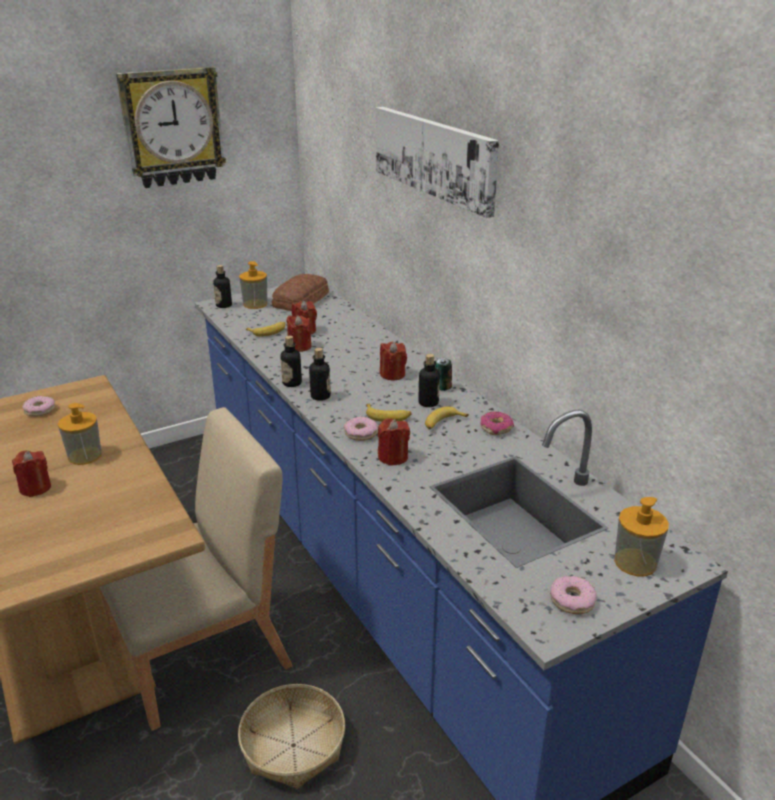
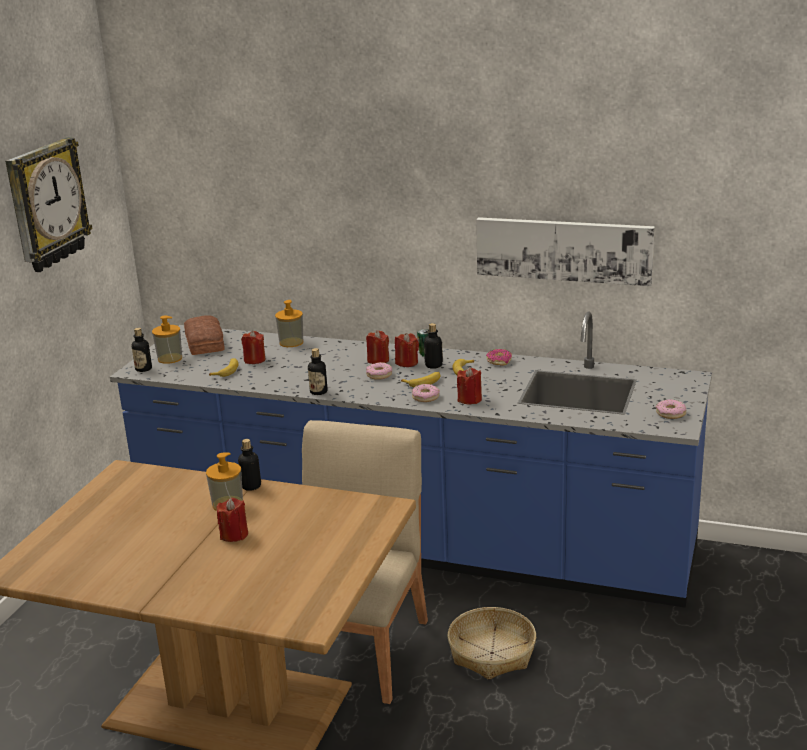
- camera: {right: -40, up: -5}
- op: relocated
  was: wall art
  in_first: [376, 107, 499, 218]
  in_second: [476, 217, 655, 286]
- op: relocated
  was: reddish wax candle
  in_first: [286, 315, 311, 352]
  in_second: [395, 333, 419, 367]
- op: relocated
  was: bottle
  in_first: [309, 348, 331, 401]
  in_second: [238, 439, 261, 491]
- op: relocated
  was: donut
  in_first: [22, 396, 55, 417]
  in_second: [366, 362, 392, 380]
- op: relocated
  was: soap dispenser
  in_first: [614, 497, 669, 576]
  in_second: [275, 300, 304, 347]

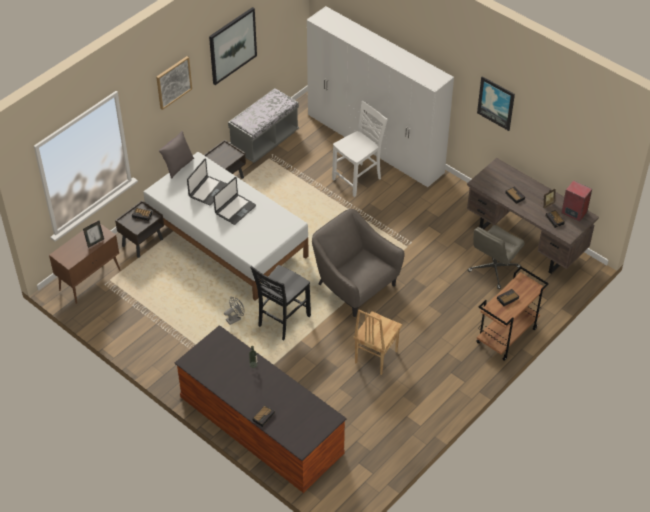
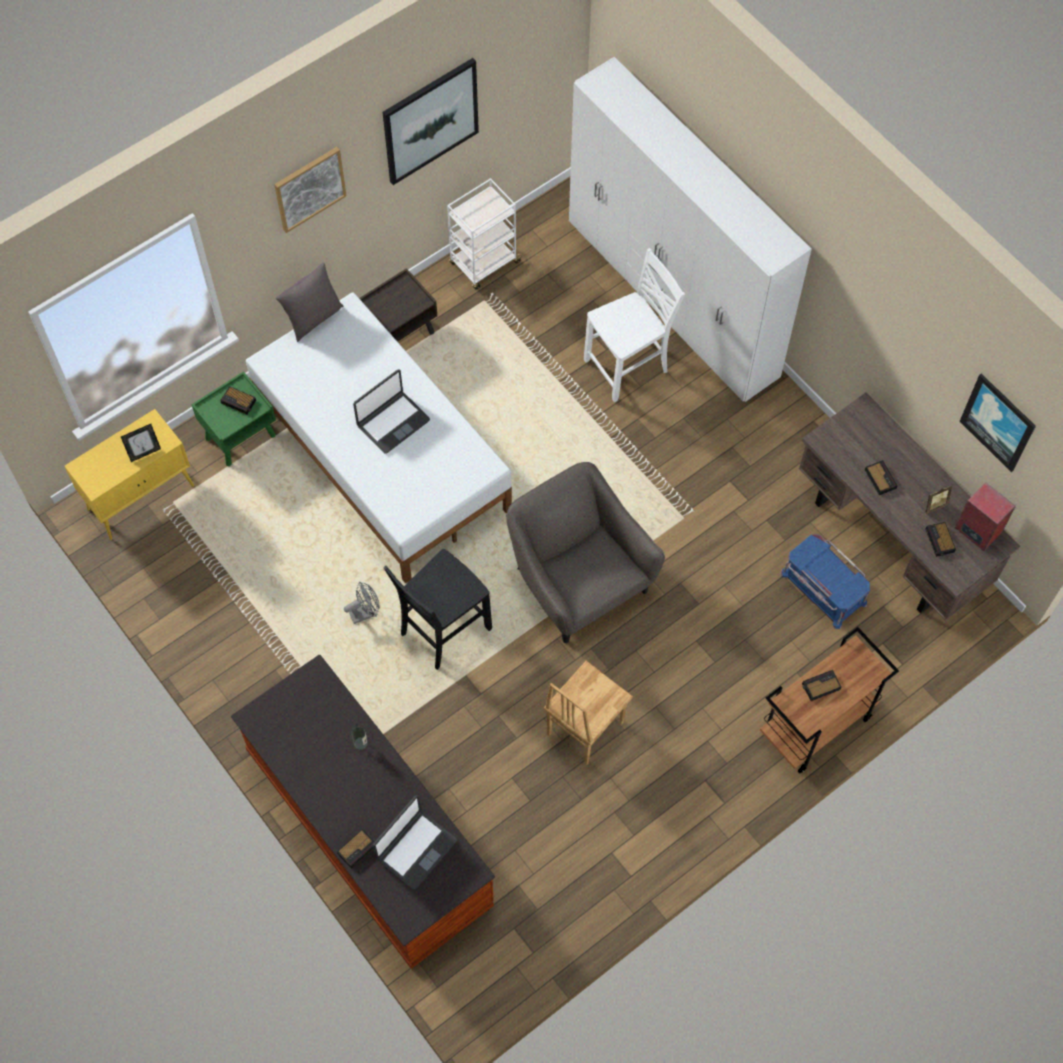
- camera: {right: 10, up: 15}
- op: relocated
  was: wall art
  in_first: [477, 76, 515, 131]
  in_second: [960, 374, 1036, 472]
- op: exchanged
  was: gray bench
  now: white wheeled cart
  in_first: [228, 88, 299, 163]
  in_second: [447, 178, 522, 289]
- op: relocated
  was: notebook computer
  in_first: [187, 159, 227, 205]
  in_second: [373, 795, 457, 890]
- op: colour
  was: brown-coloured nightstand
  now: green-coloured nightstand
  in_first: [115, 201, 164, 258]
  in_second: [191, 371, 276, 466]
- op: colour
  was: brown-coloured cabinet
  now: yellow cabinet
  in_first: [49, 221, 120, 304]
  in_second: [65, 409, 194, 540]
- op: exchanged
  was: gray computer chair
  now: blue-coloured storage container
  in_first: [468, 225, 525, 289]
  in_second: [780, 534, 870, 629]

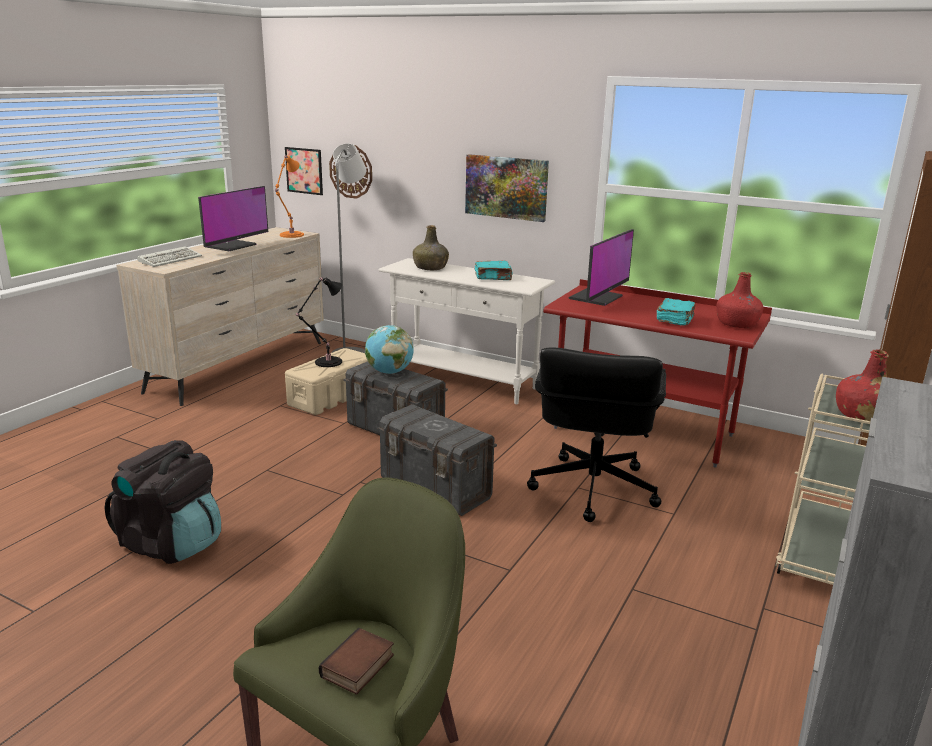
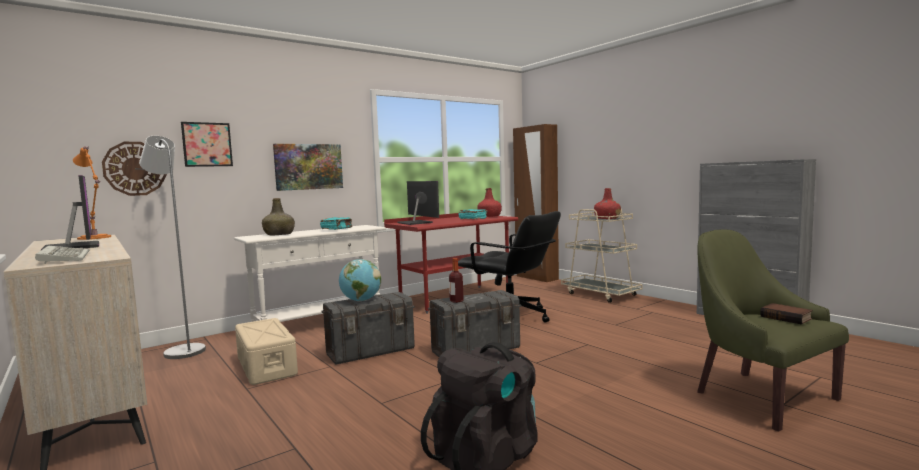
- camera: {right: -65, up: -15}
- op: relocated
  was: wall art
  in_first: [285, 147, 323, 195]
  in_second: [181, 122, 233, 167]
- op: missing
  was: blackish tabletop lamp
  in_first: [296, 277, 342, 367]
- op: appeared
  now: bottle
  in_second: [449, 258, 464, 303]

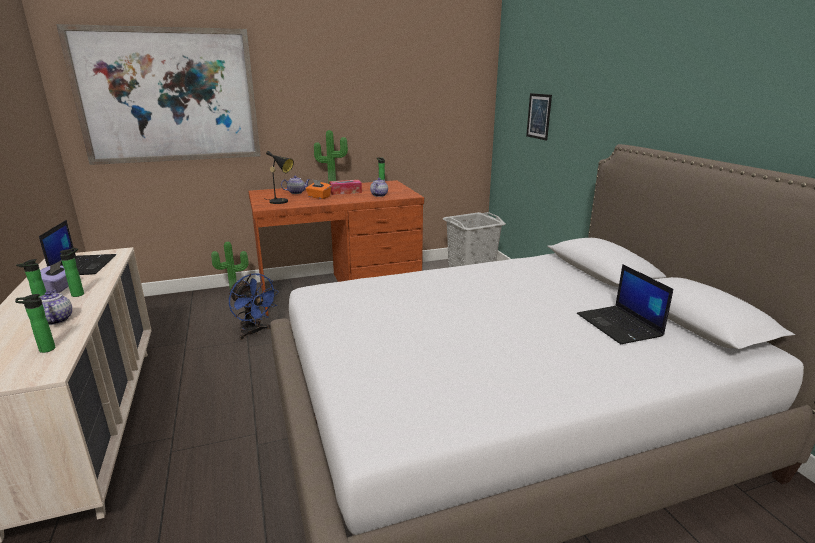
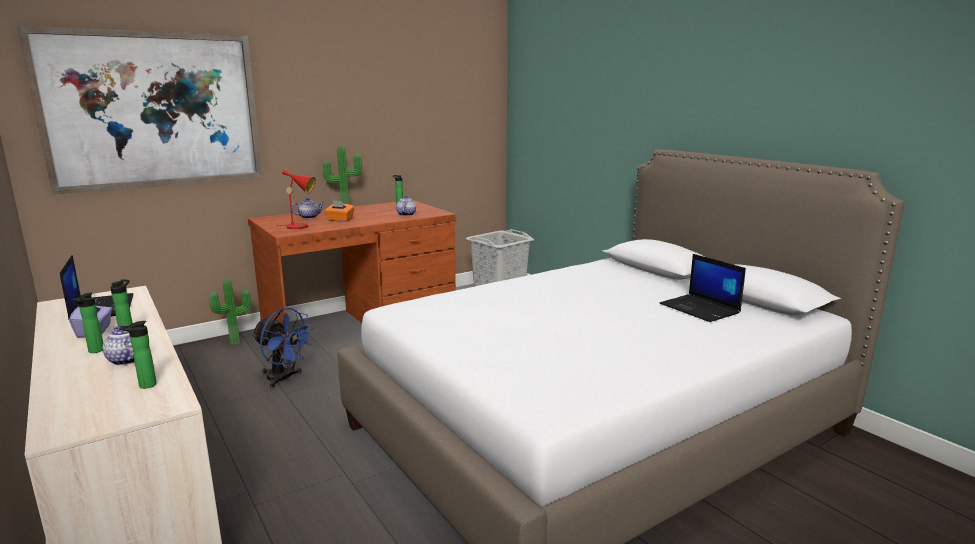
- camera: {right: -15, up: -5}
- op: missing
  was: wall art
  in_first: [526, 93, 552, 141]
- op: colour
  was: blackish tabletop lamp
  now: reddish tabletop lamp
  in_first: [266, 151, 294, 204]
  in_second: [282, 170, 316, 229]
- op: missing
  was: box of tissues
  in_first: [329, 180, 362, 195]

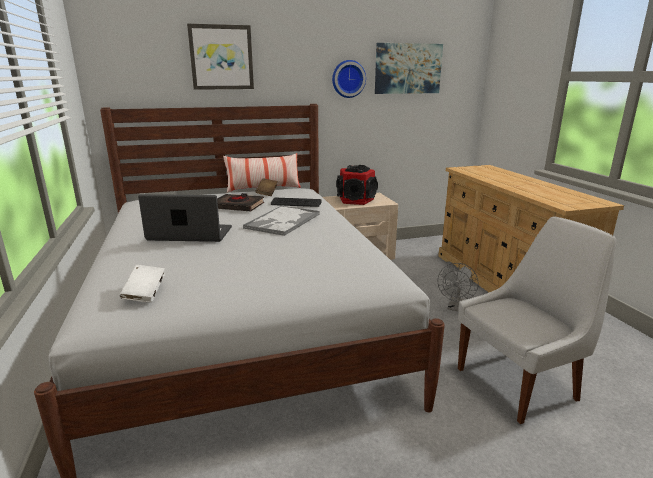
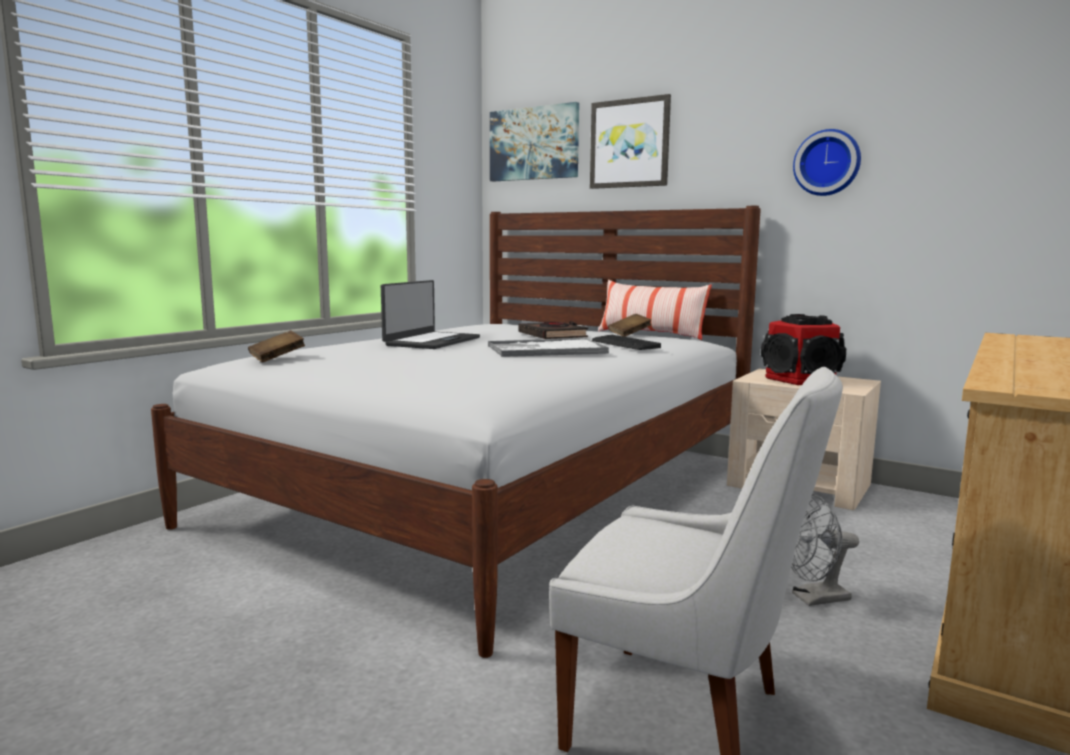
- camera: {right: 50, up: -10}
- op: relocated
  was: wall art
  in_first: [375, 43, 443, 94]
  in_second: [490, 102, 579, 182]
- op: spun
  was: notebook computer
  in_first: [138, 194, 232, 242]
  in_second: [381, 280, 480, 349]
  clockwise: 60
- op: colour
  was: white volume
  now: brown-coloured volume
  in_first: [119, 265, 165, 302]
  in_second: [248, 331, 305, 362]

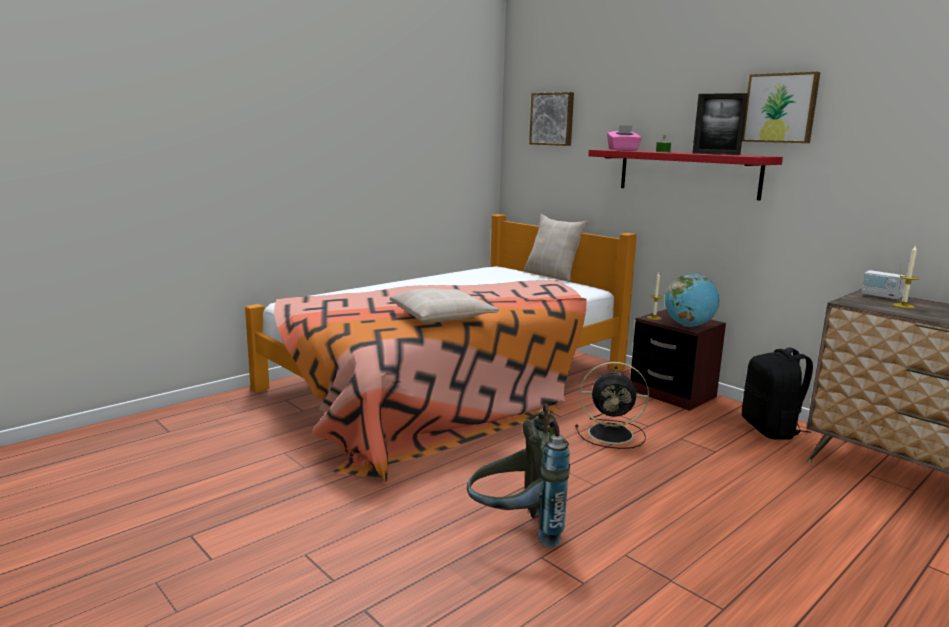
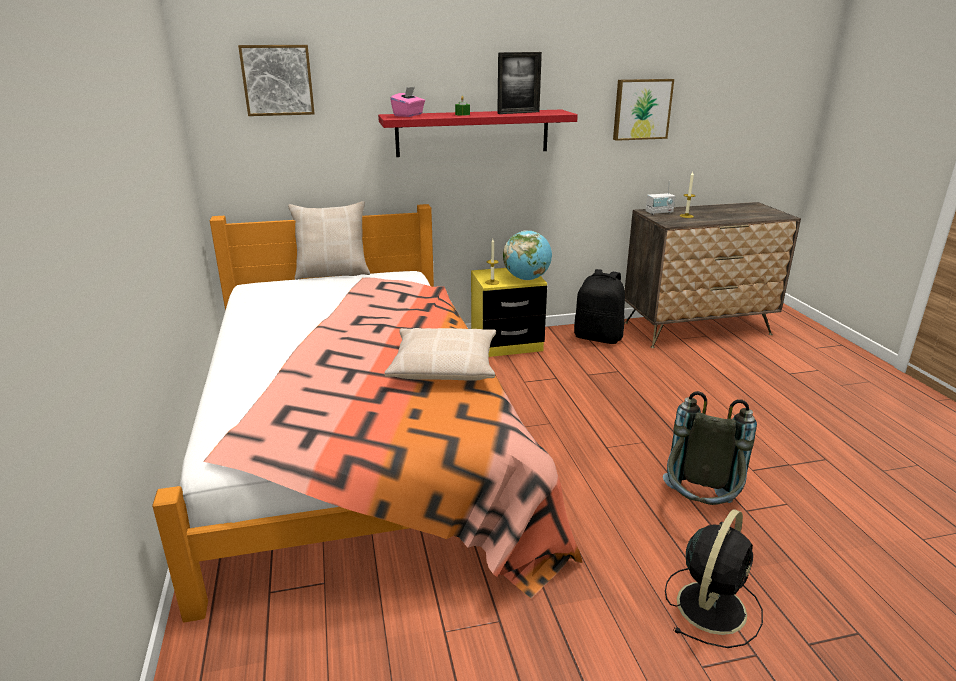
- camera: {right: -60, up: 10}
- op: relocated
  was: wall art
  in_first: [742, 72, 820, 143]
  in_second: [613, 79, 674, 141]
- op: colour
  was: brown-coloured nightstand
  now: yellow nightstand
  in_first: [630, 309, 726, 411]
  in_second: [471, 268, 547, 357]
- op: relocated
  was: blackish fan
  in_first: [575, 362, 649, 449]
  in_second: [665, 509, 763, 648]

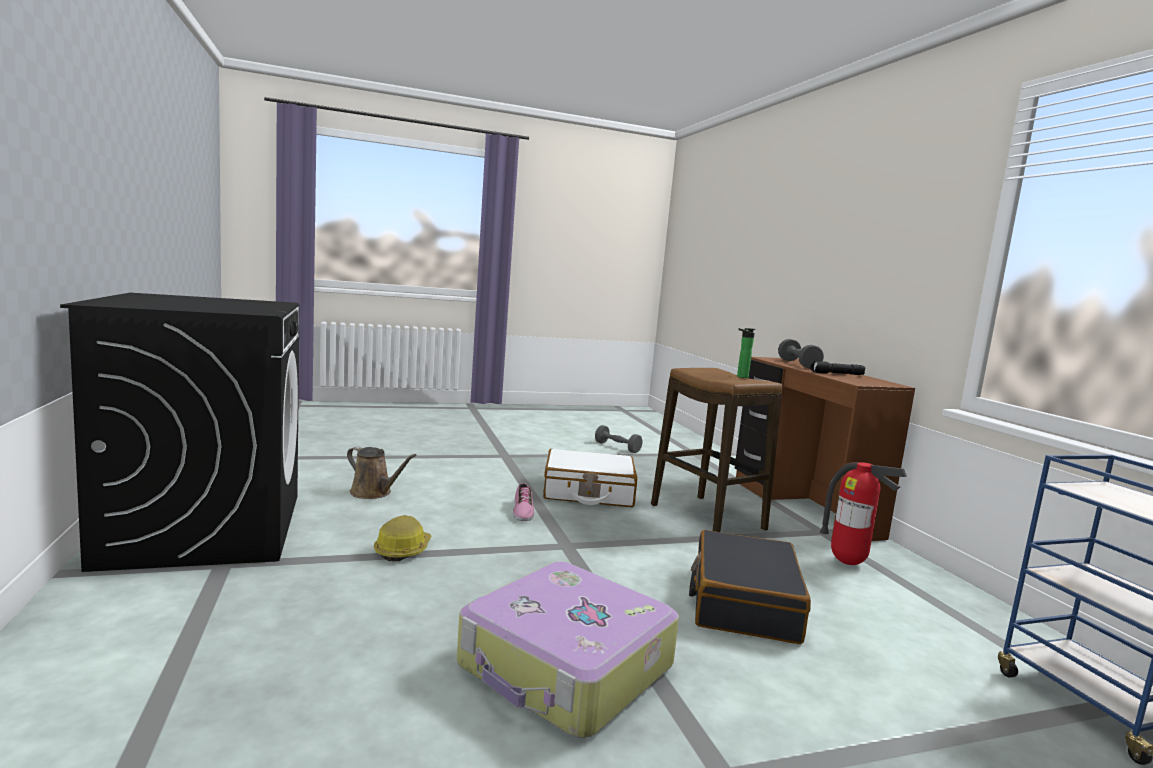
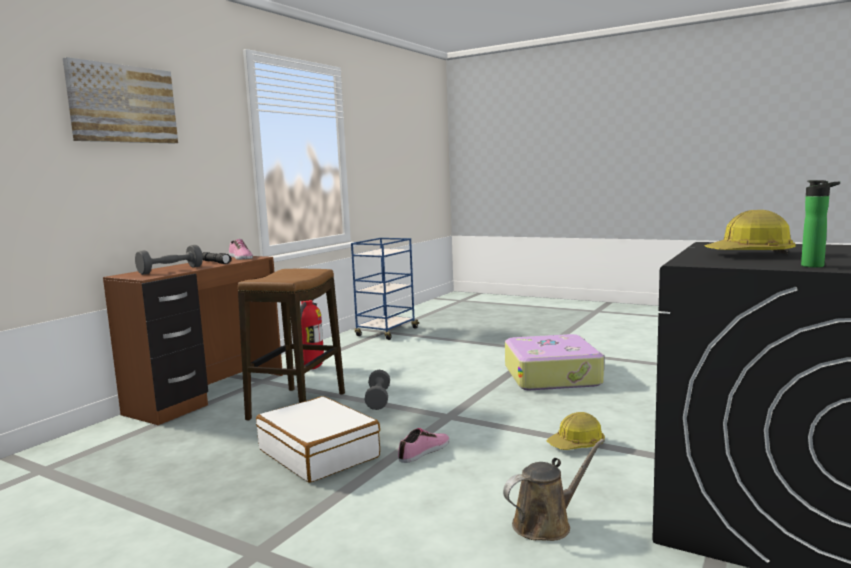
- camera: {right: -130, up: 0}
- op: relocated
  was: bottle
  in_first: [737, 328, 755, 378]
  in_second: [801, 180, 840, 268]
- op: relocated
  was: gray free weight
  in_first: [595, 425, 642, 453]
  in_second: [365, 370, 390, 410]
- op: spun
  was: brown-coloured watering pot
  in_first: [347, 446, 416, 499]
  in_second: [503, 439, 605, 541]
  clockwise: 75
- op: missing
  was: blackish piece of luggage
  in_first: [689, 530, 811, 644]
- op: appeared
  now: wall art
  in_second: [63, 57, 178, 143]
- op: appeared
  now: safety helmet
  in_second: [704, 210, 796, 254]
- op: appeared
  now: shoe
  in_second: [229, 239, 253, 260]

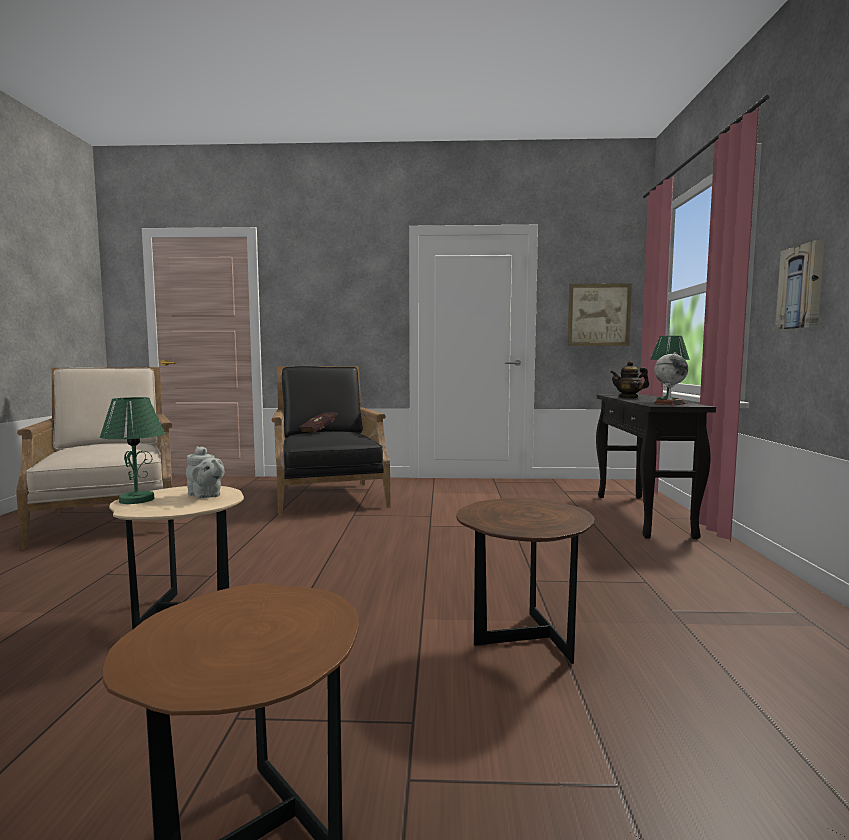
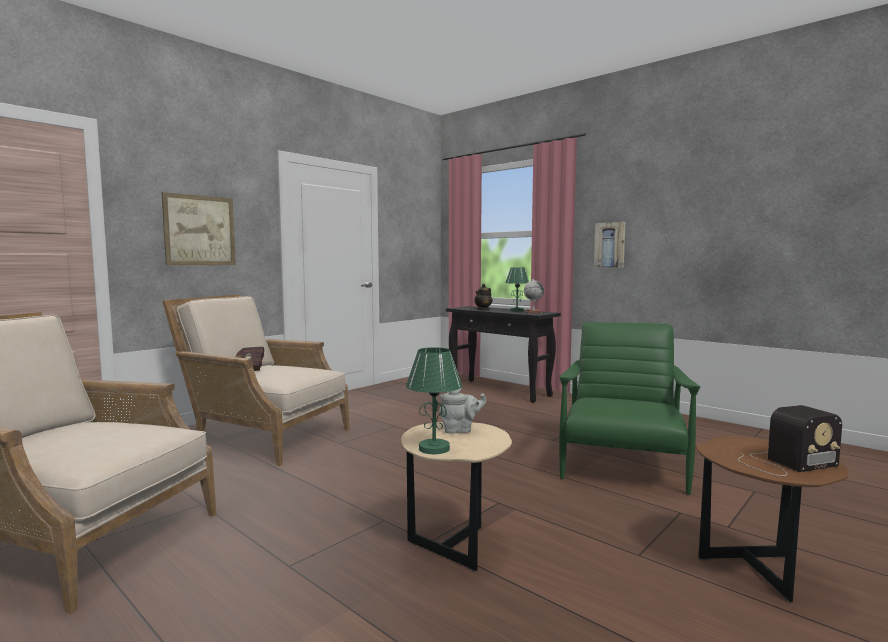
- camera: {right: -50, up: 0}
- op: relocated
  was: wall art
  in_first: [567, 283, 632, 346]
  in_second: [162, 192, 236, 265]
- op: colour
  was: blackish lounge chair
  now: sand-coloured lounge chair
  in_first: [272, 366, 391, 517]
  in_second: [162, 295, 349, 466]
- op: exchanged
  was: brown-coloured side table
  now: green-coloured lounge chair
  in_first: [456, 498, 595, 664]
  in_second: [559, 322, 701, 495]
- op: appeared
  now: radio
  in_second: [737, 405, 842, 476]

